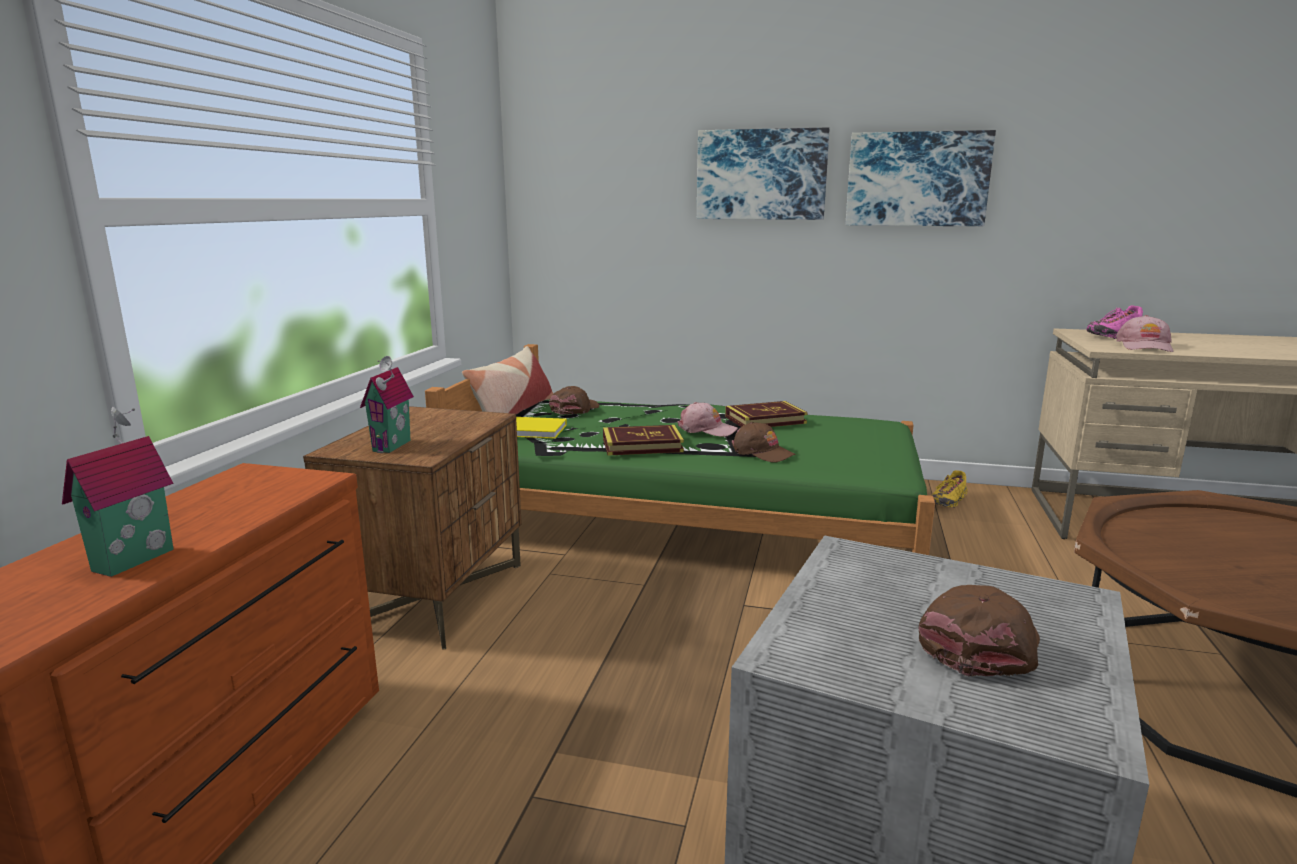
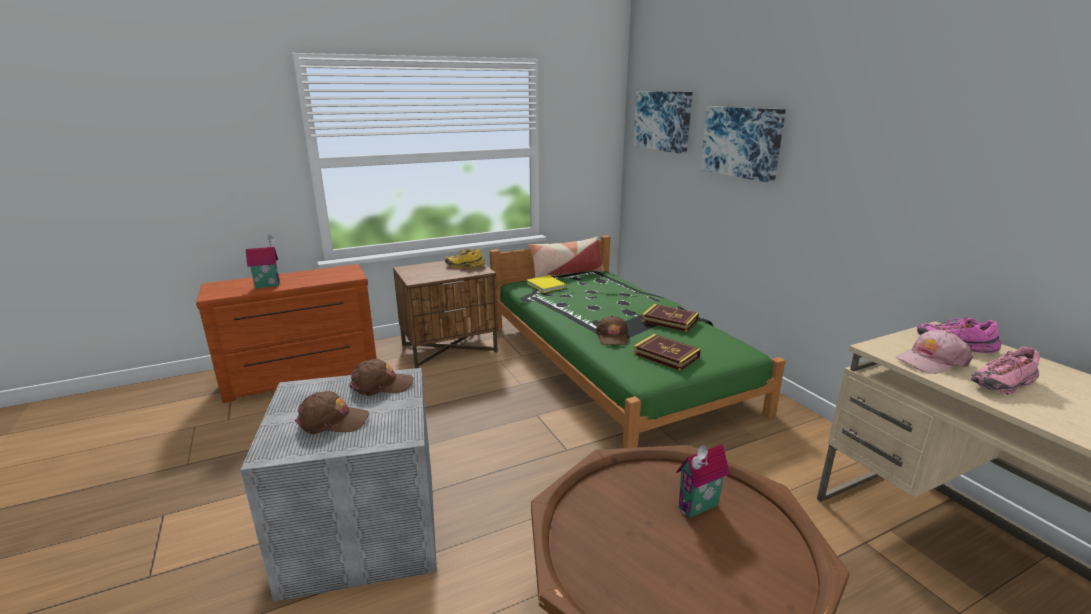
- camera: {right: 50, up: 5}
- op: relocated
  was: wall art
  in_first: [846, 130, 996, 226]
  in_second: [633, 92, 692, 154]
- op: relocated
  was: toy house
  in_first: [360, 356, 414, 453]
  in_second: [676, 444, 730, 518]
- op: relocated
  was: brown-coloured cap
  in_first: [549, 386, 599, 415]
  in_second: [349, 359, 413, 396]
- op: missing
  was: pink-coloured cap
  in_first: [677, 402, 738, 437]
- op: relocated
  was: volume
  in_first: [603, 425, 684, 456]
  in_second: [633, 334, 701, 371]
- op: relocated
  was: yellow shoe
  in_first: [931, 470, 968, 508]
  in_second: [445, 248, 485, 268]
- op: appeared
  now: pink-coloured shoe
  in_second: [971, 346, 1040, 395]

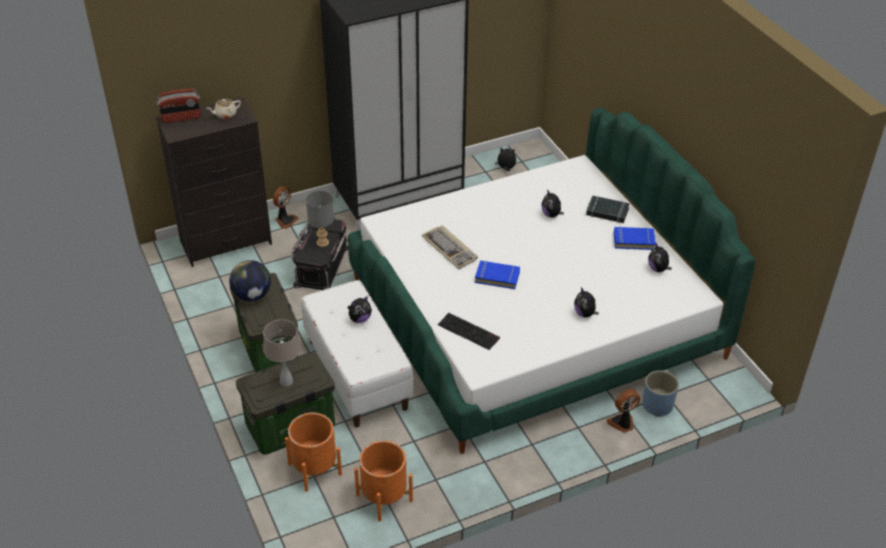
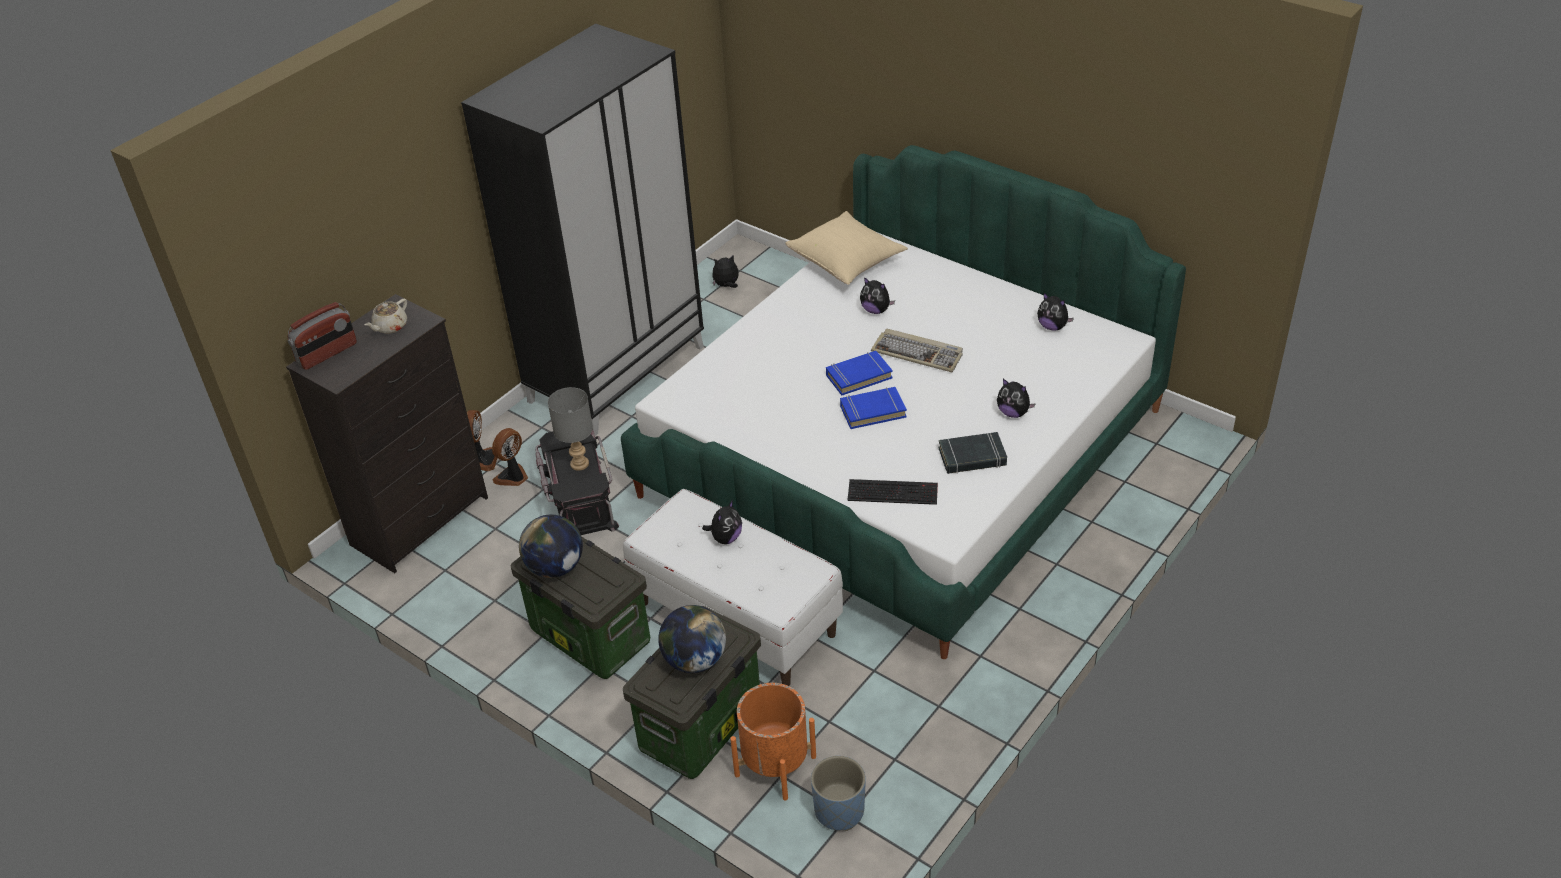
- camera: {right: -25, up: 0}
- op: relocated
  was: blackish volume
  in_first: [586, 195, 630, 223]
  in_second: [939, 432, 1007, 474]
- op: relocated
  was: PC keyboard
  in_first: [422, 225, 478, 269]
  in_second: [871, 329, 963, 372]
- op: relocated
  was: blue-coloured volume
  in_first: [614, 226, 656, 250]
  in_second: [826, 351, 892, 395]
- op: exchanged
  was: sand-coloured tabletop lamp
  now: desk globe
  in_first: [263, 320, 301, 387]
  in_second: [658, 605, 726, 673]
- op: relocated
  was: blue-coloured planter
  in_first: [642, 370, 679, 417]
  in_second: [811, 756, 866, 831]
- op: relocated
  was: fan
  in_first: [607, 389, 640, 433]
  in_second: [492, 428, 528, 486]
- op: missing
  was: orange planter
  in_first: [354, 440, 413, 522]
- op: appeared
  now: sand-coloured pillow
  in_second: [785, 211, 908, 285]

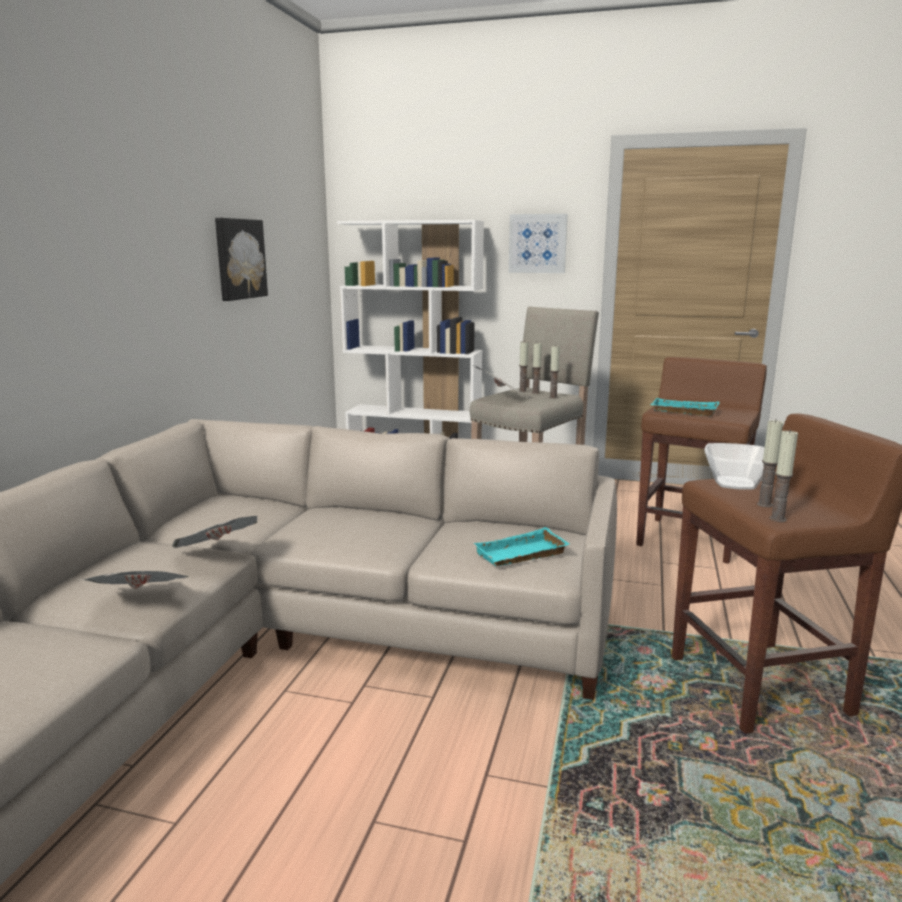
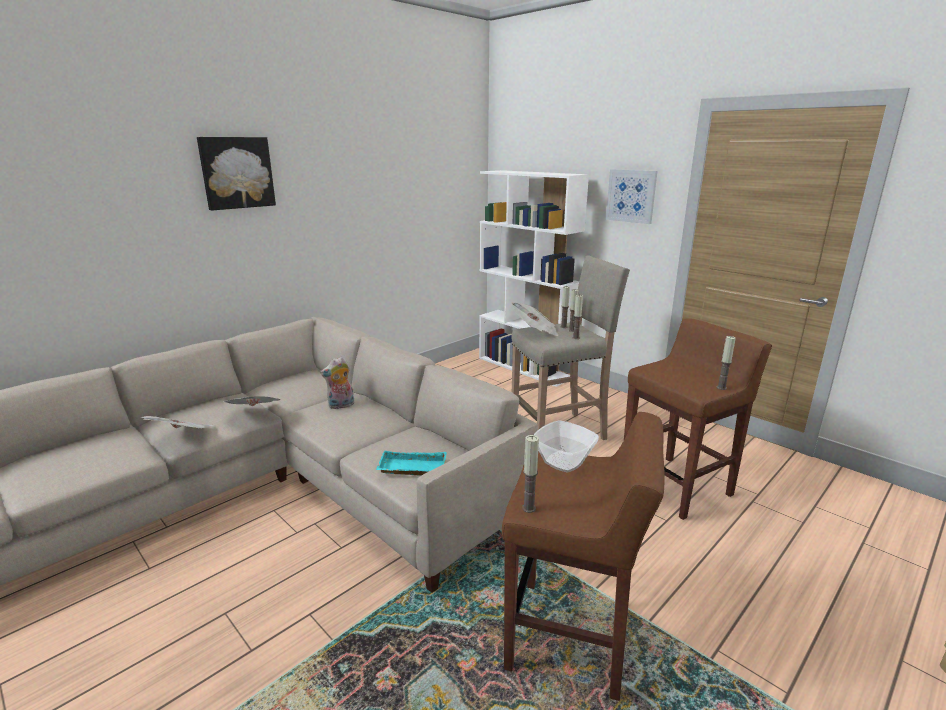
- camera: {right: 30, up: 5}
- op: relocated
  was: wall art
  in_first: [215, 218, 268, 301]
  in_second: [197, 137, 276, 210]
- op: missing
  was: blue-green carrying tray
  in_first: [651, 398, 719, 416]
- op: relocated
  was: wax candle
  in_first: [757, 419, 783, 507]
  in_second: [717, 336, 736, 390]
- op: appeared
  now: plush toy
  in_second: [320, 356, 354, 410]

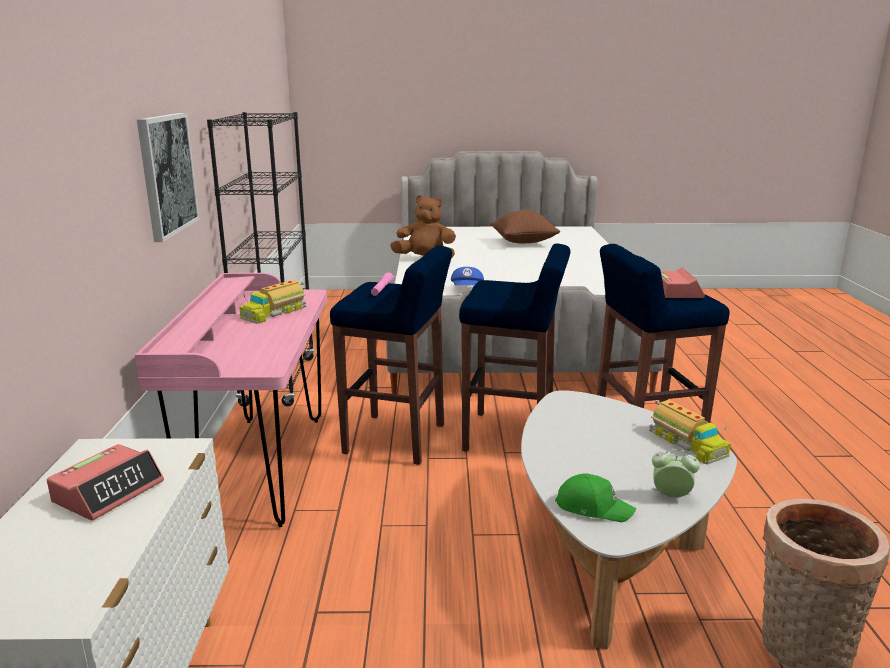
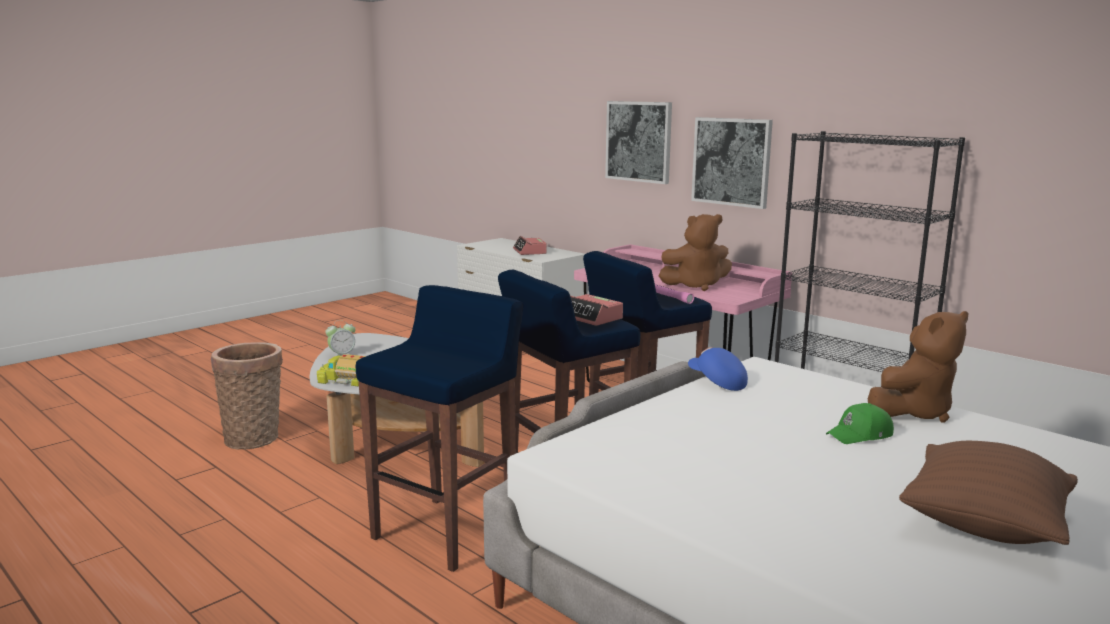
- camera: {right: 135, up: -5}
- op: relocated
  was: alarm clock
  in_first: [661, 268, 705, 298]
  in_second: [570, 294, 623, 326]
- op: exchanged
  was: toy lorry
  now: brown-coloured plush toy
  in_first: [239, 280, 306, 324]
  in_second: [659, 214, 732, 291]
- op: relocated
  was: green-coloured cap
  in_first: [555, 473, 636, 522]
  in_second: [826, 403, 894, 444]
- op: appeared
  now: wall art
  in_second: [605, 101, 672, 184]

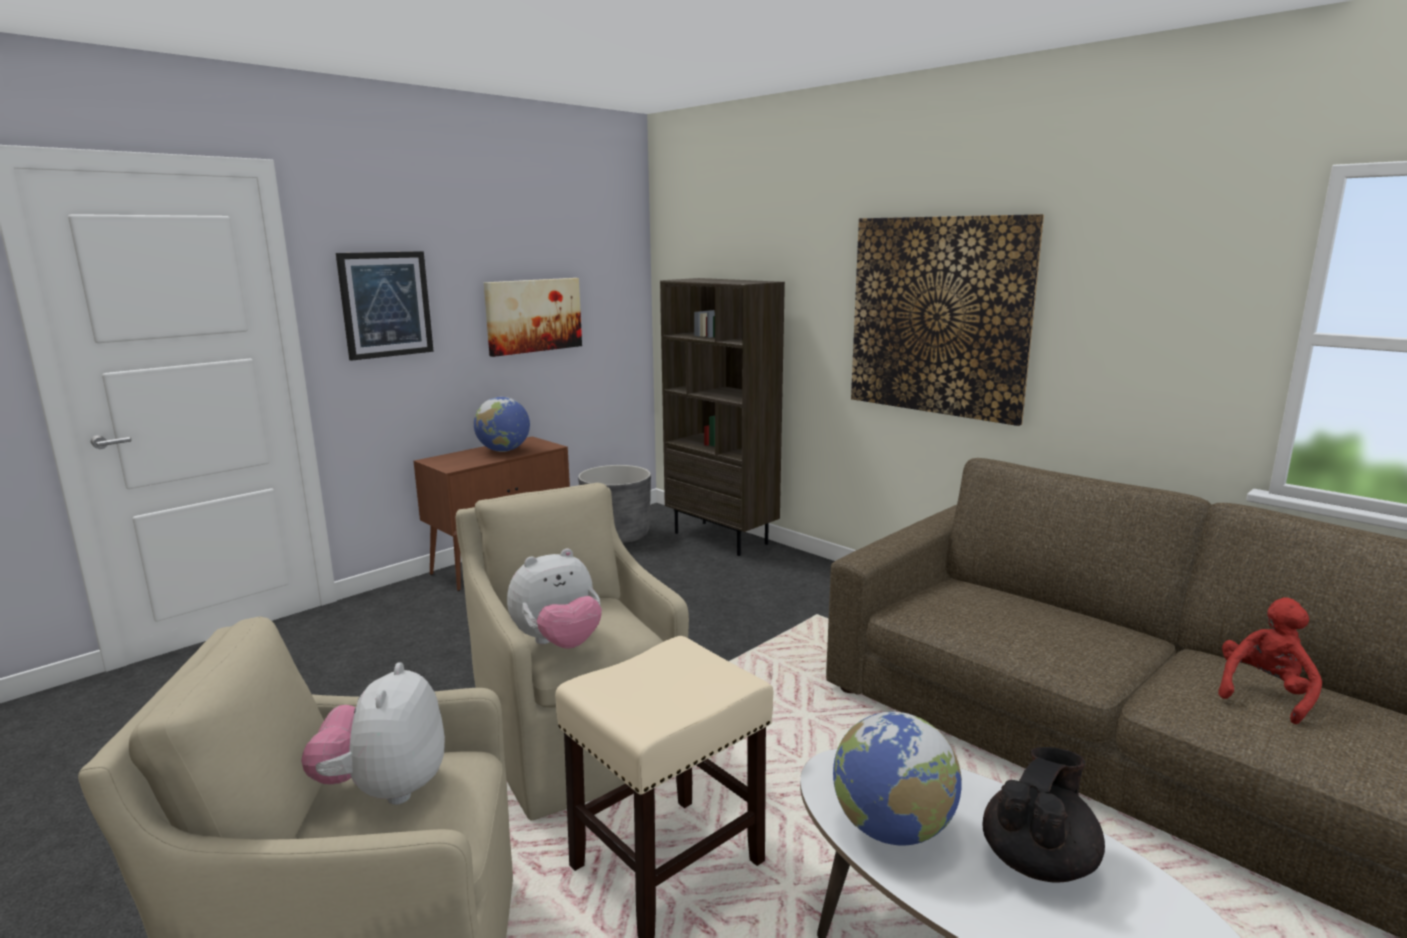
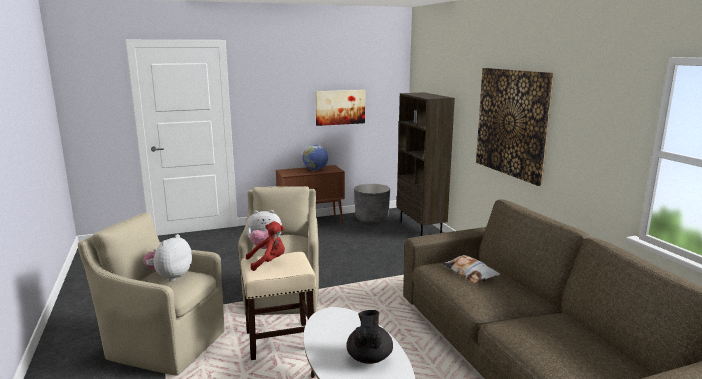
- camera: {right: 25, up: 0}
- op: missing
  was: wall art
  in_first: [336, 251, 434, 361]
- op: relocated
  was: reddish plush toy
  in_first: [1218, 597, 1322, 724]
  in_second: [246, 221, 285, 271]
- op: missing
  was: desk globe
  in_first: [833, 712, 962, 846]
- op: spun
  was: blackish tea pot
  in_first: [982, 747, 1105, 883]
  in_second: [347, 310, 393, 364]
  clockwise: -60
- op: appeared
  now: pillow
  in_second: [442, 255, 500, 284]

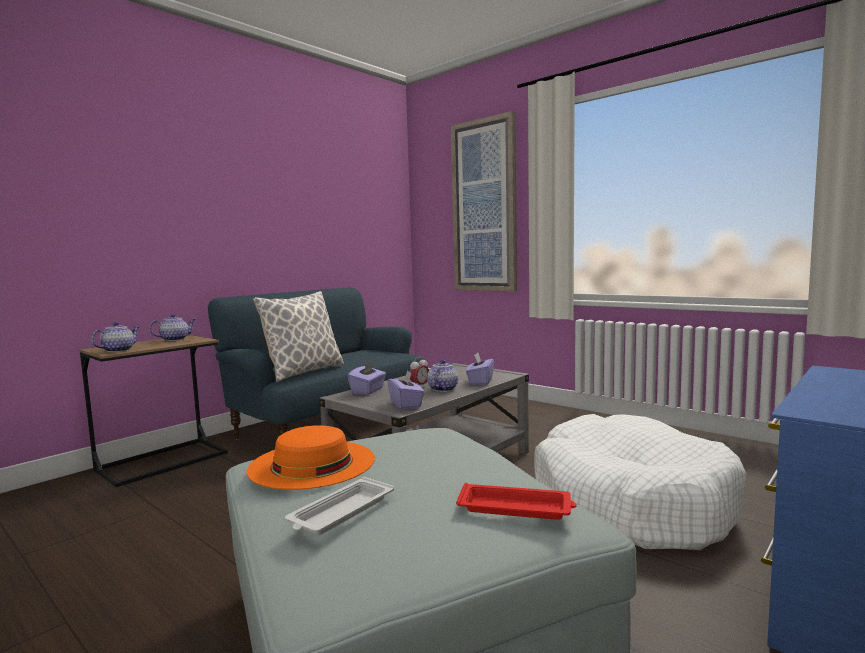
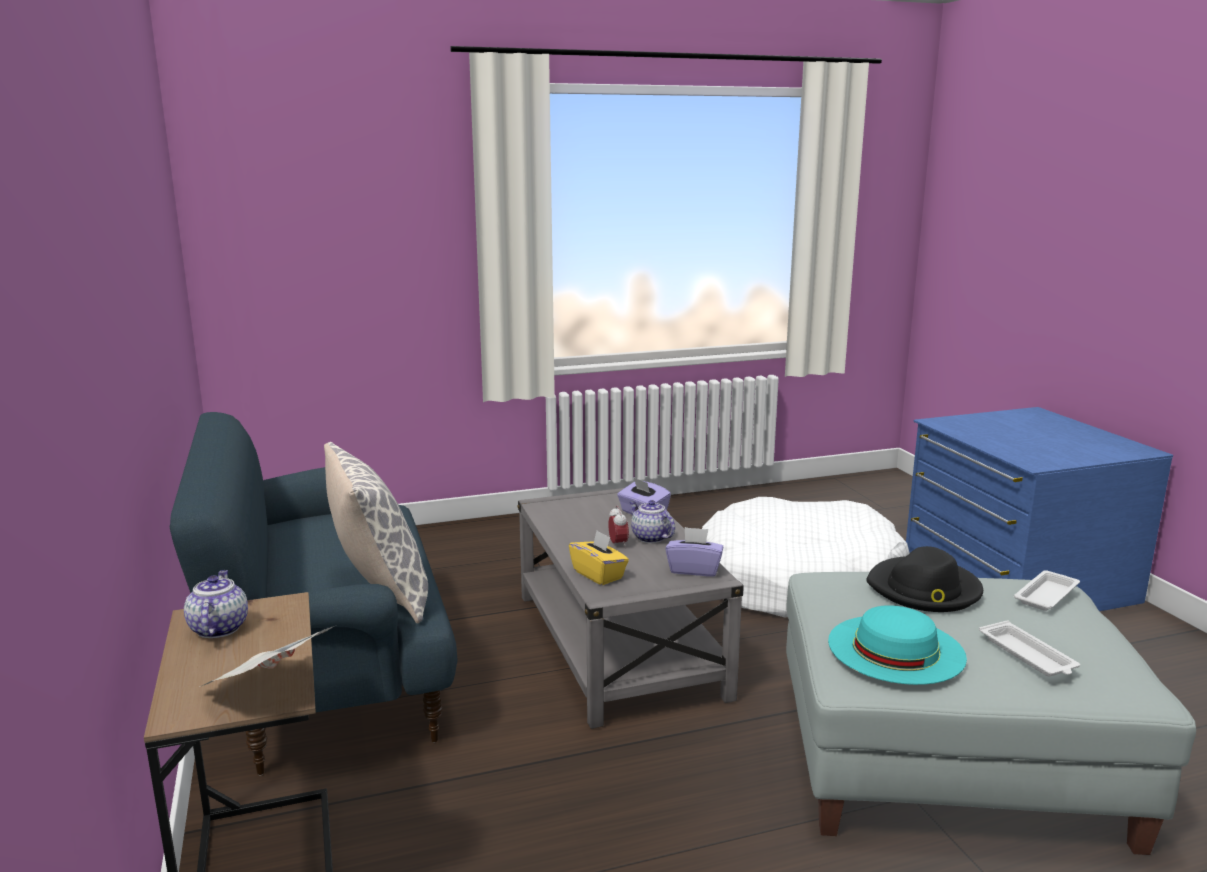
- camera: {right: -60, up: 10}
- op: missing
  was: wall art
  in_first: [451, 111, 517, 292]
- op: exchanged
  was: tea pot
  now: printed paper
  in_first: [91, 322, 140, 352]
  in_second: [199, 626, 334, 687]
- op: colour
  was: purplish box of tissues
  now: yellow box of tissues
  in_first: [348, 360, 386, 395]
  in_second: [569, 530, 629, 585]
- op: colour
  was: orange wearable hat
  now: blue-green wearable hat
  in_first: [247, 425, 375, 490]
  in_second: [828, 605, 967, 685]
- op: colour
  was: reddish carrying tray
  now: white carrying tray
  in_first: [456, 483, 577, 520]
  in_second: [1014, 570, 1080, 611]
- op: appeared
  now: blackish wearable hat
  in_second: [866, 546, 983, 612]

